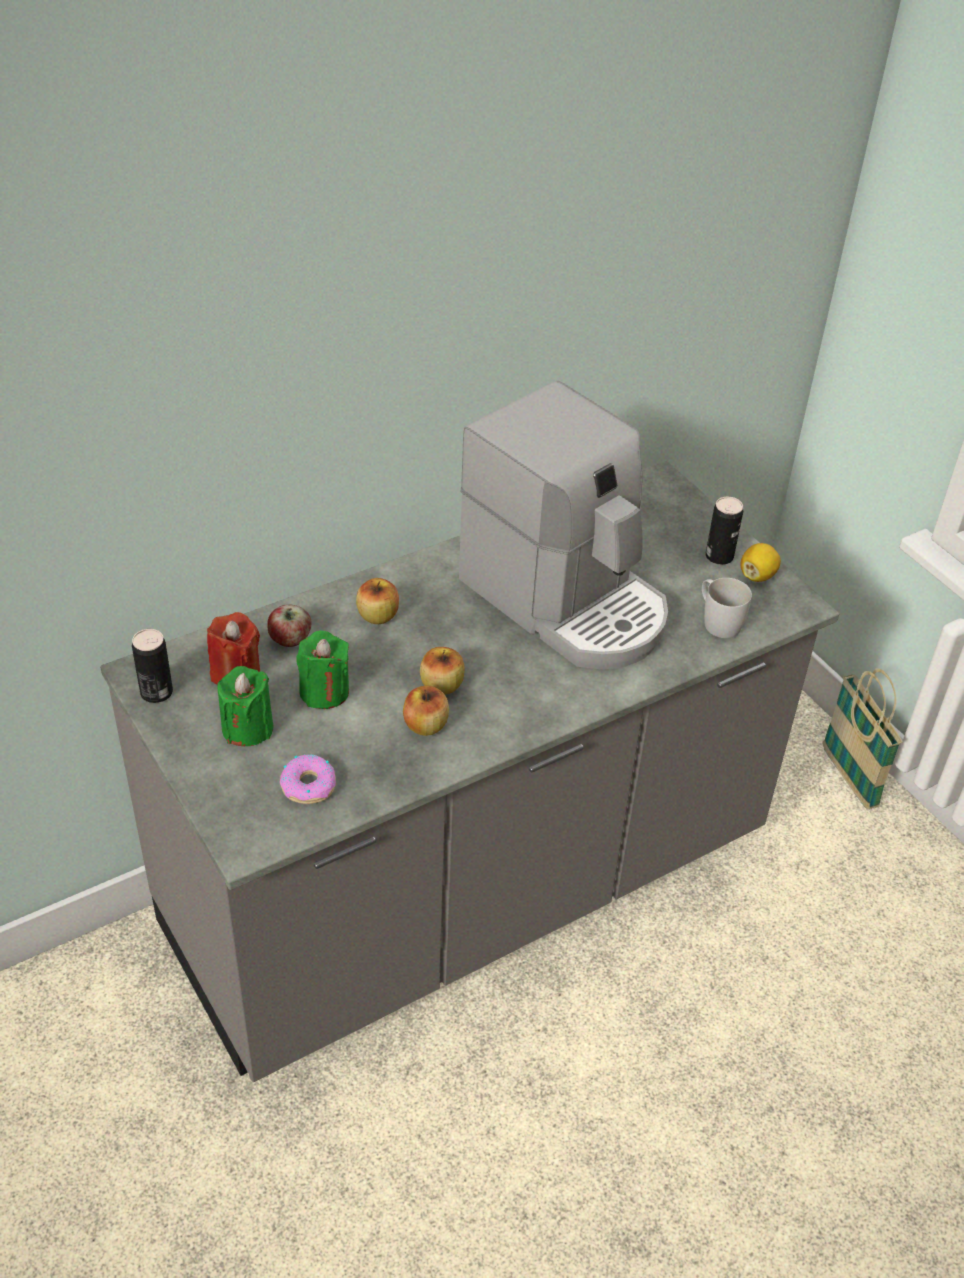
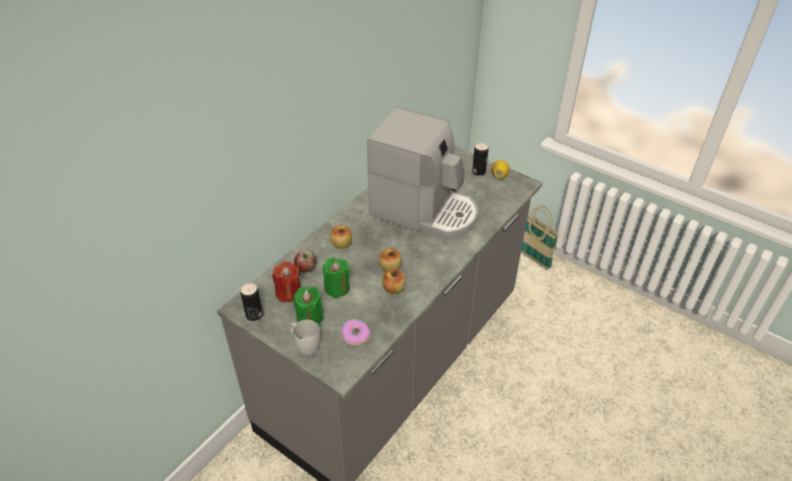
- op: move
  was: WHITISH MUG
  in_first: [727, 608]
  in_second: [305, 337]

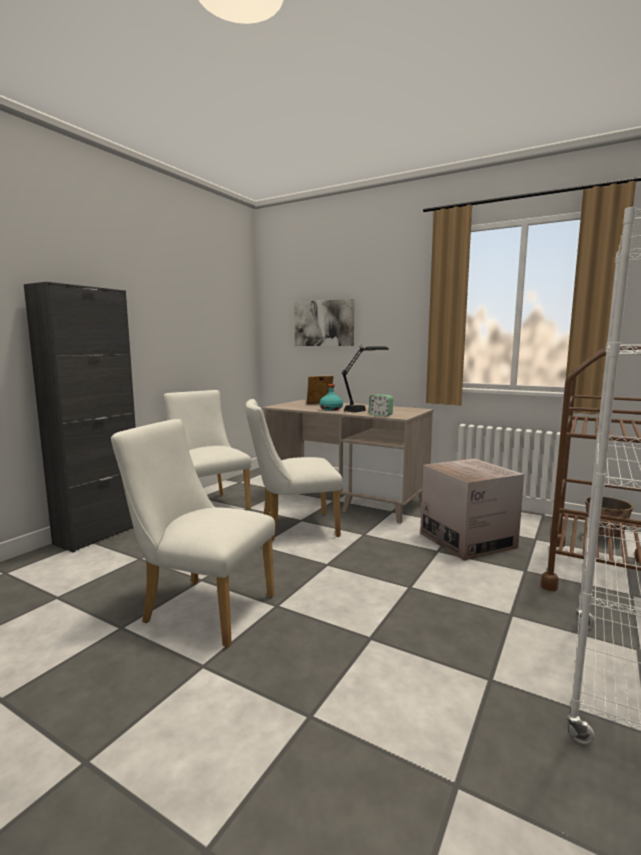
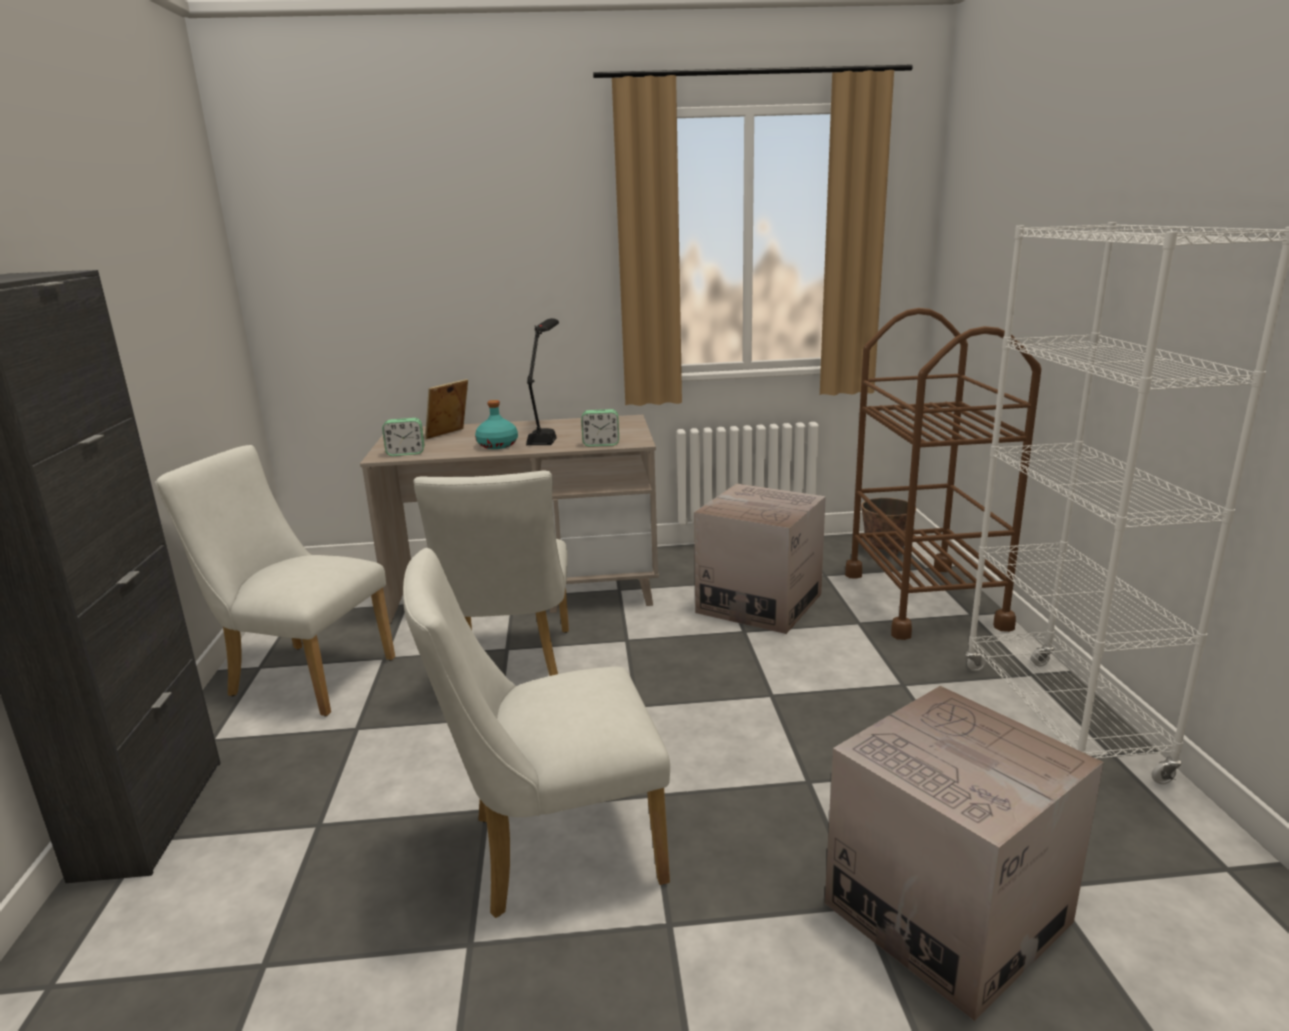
- op: insert
  now: BEDSIDE CLOCK
  in_second: [403, 437]
- op: rotate
  was: WHITISH UPRIGHT CHAIR
  in_first: [294, 470]
  in_second: [491, 573]
  clockwise: -45
- op: insert
  now: CARDBOARD BOX
  in_second: [964, 853]
- op: delete
  was: WALL ART
  in_first: [324, 322]

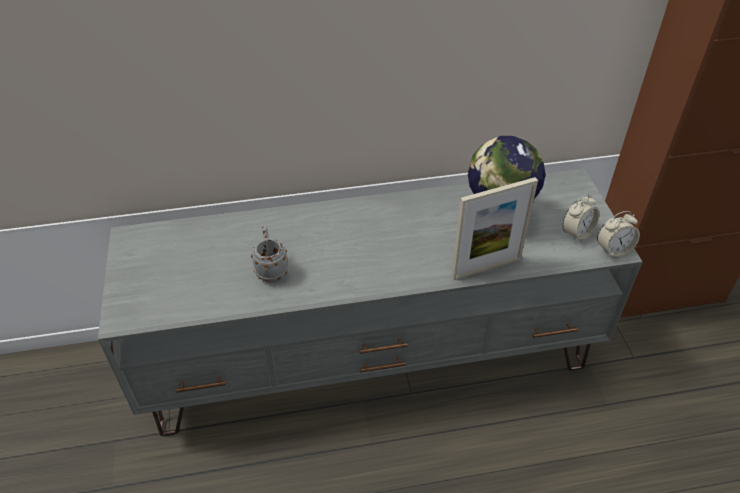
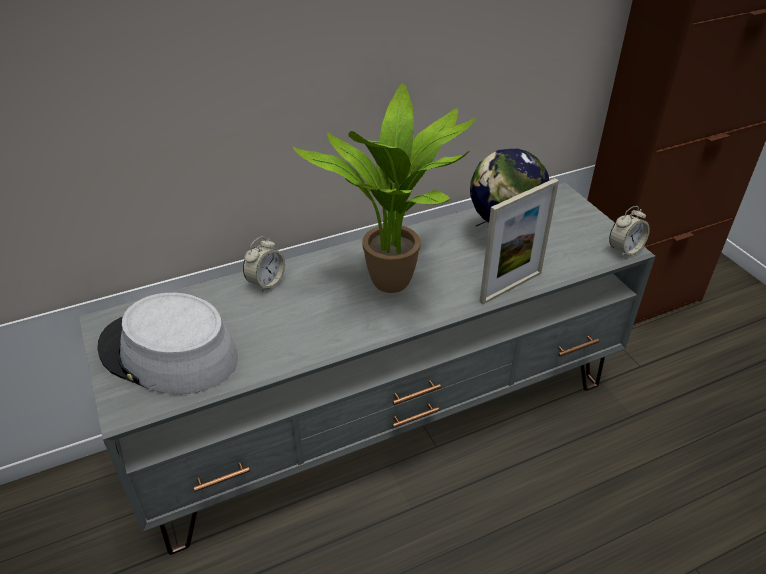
- op: insert
  now: GREYISH WEARABLE HAT
  in_second: [167, 343]
- op: move
  was: BEDSIDE CLOCK
  in_first: [581, 218]
  in_second: [264, 264]
- op: insert
  now: POTTED PLANT
  in_second: [384, 188]
- op: delete
  was: GREYISH MUG
  in_first: [269, 254]

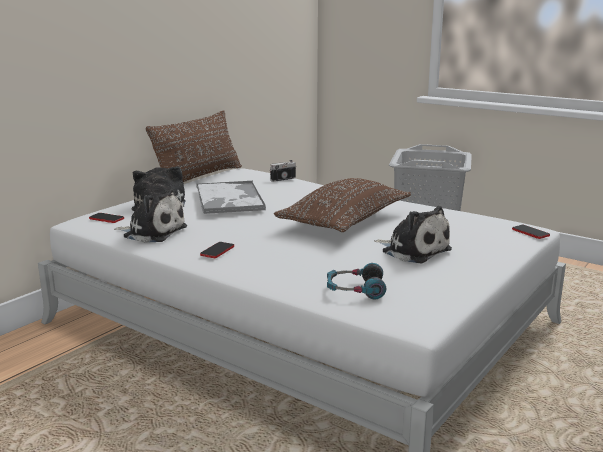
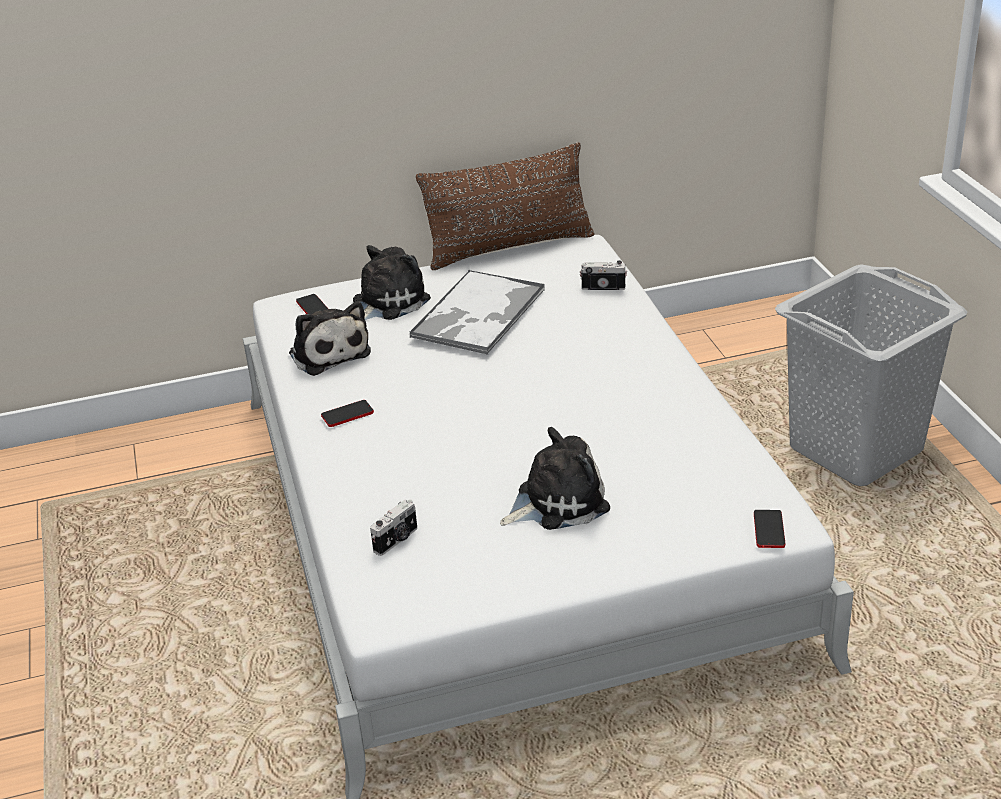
- op: replace
  was: PAIR OF HEADPHONES
  now: PHOTO CAMERA
  in_first: [356, 281]
  in_second: [393, 527]
- op: rotate
  was: PLUSH TOY
  in_first: [413, 235]
  in_second: [555, 478]
  clockwise: -105
- op: delete
  was: BROWN PILLOW
  in_first: [342, 205]

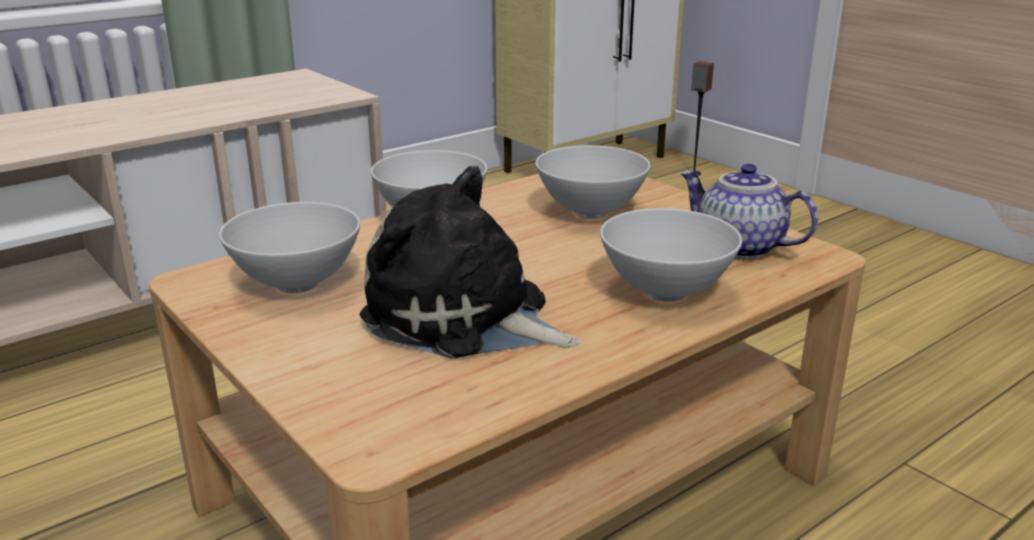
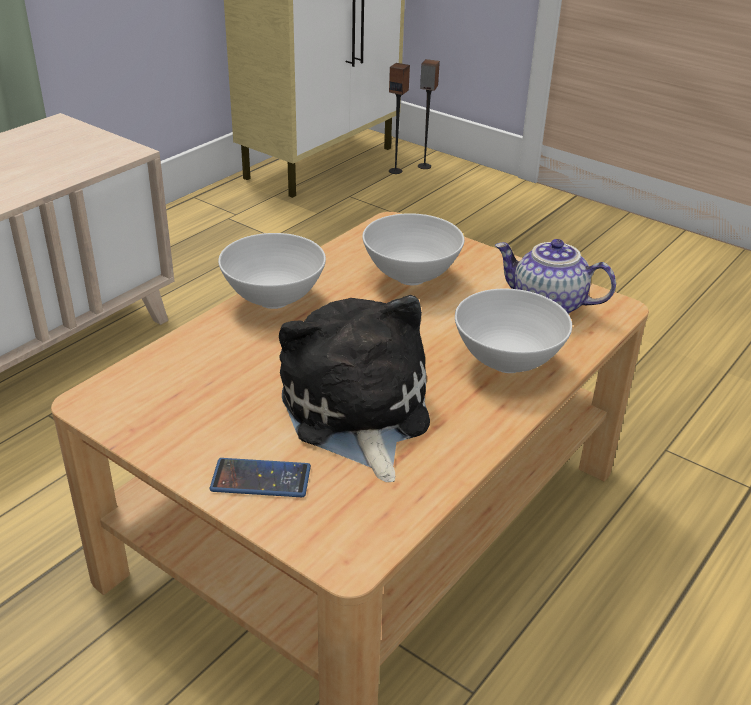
- op: insert
  now: HANDSET
  in_second: [260, 477]
- op: rotate
  was: PLUSH TOY
  in_first: [470, 261]
  in_second: [354, 388]
  clockwise: 60
- op: insert
  now: LOUDSPEAKER
  in_second: [399, 118]
- op: delete
  was: WHITISH SERVING BOWL
  in_first: [289, 247]

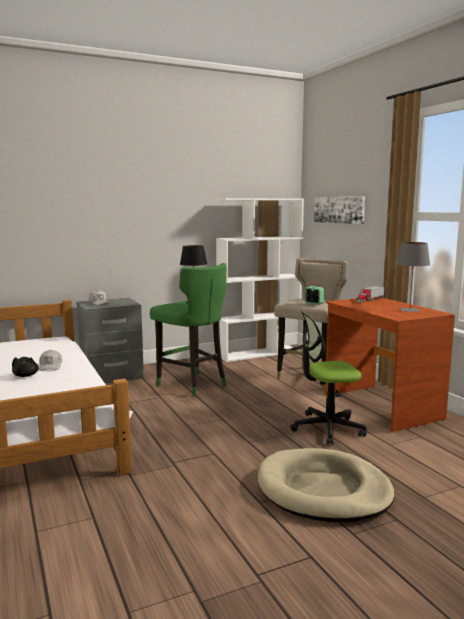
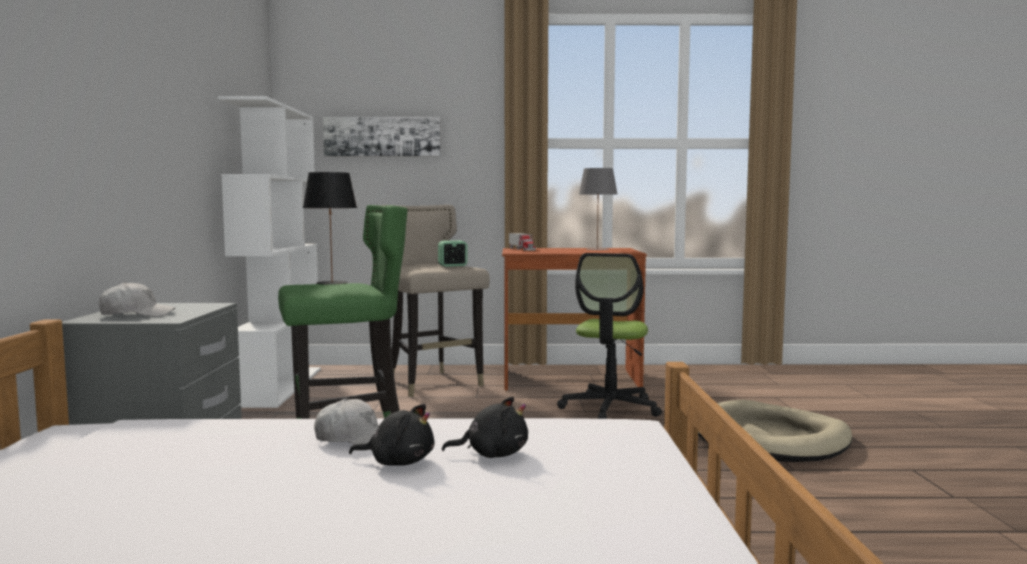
- op: insert
  now: BLACKISH PLUSH TOY
  in_second: [485, 427]

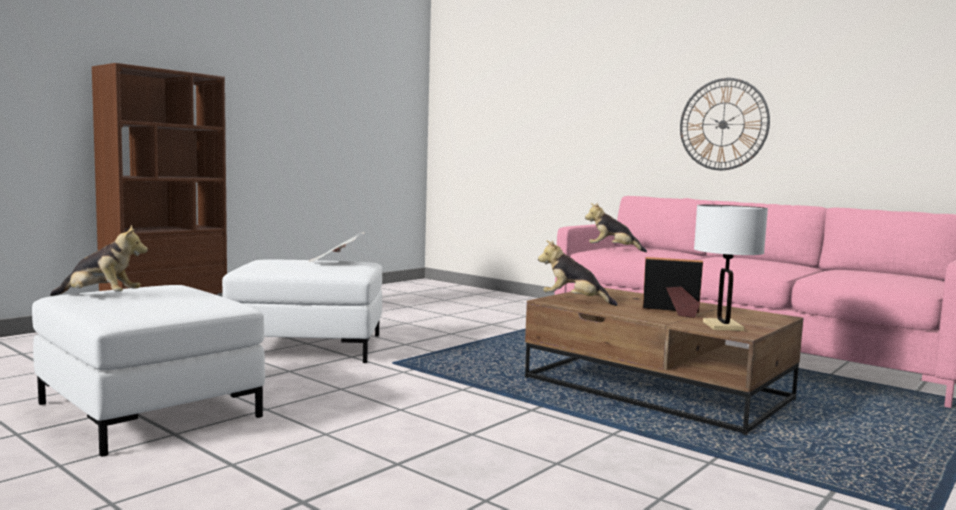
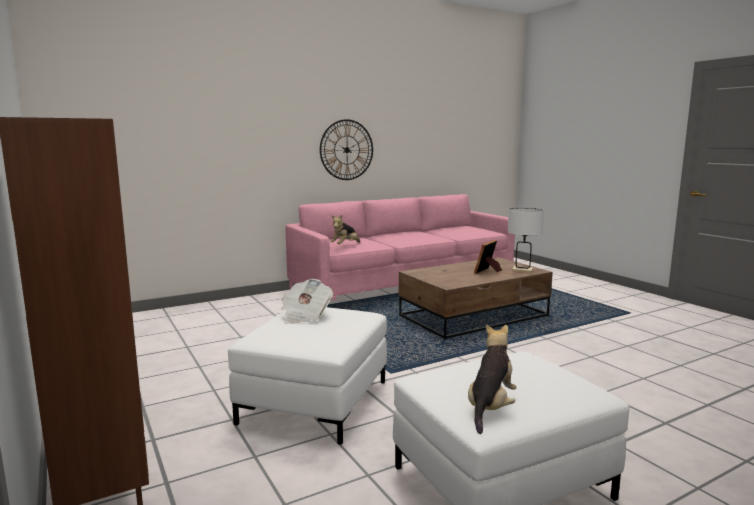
- op: delete
  was: PLUSH TOY
  in_first: [578, 273]

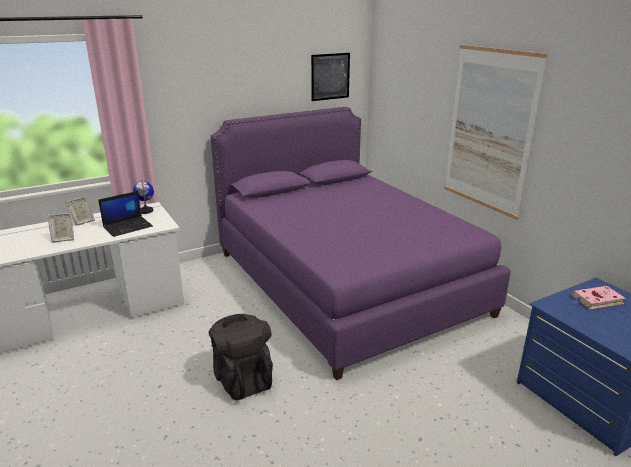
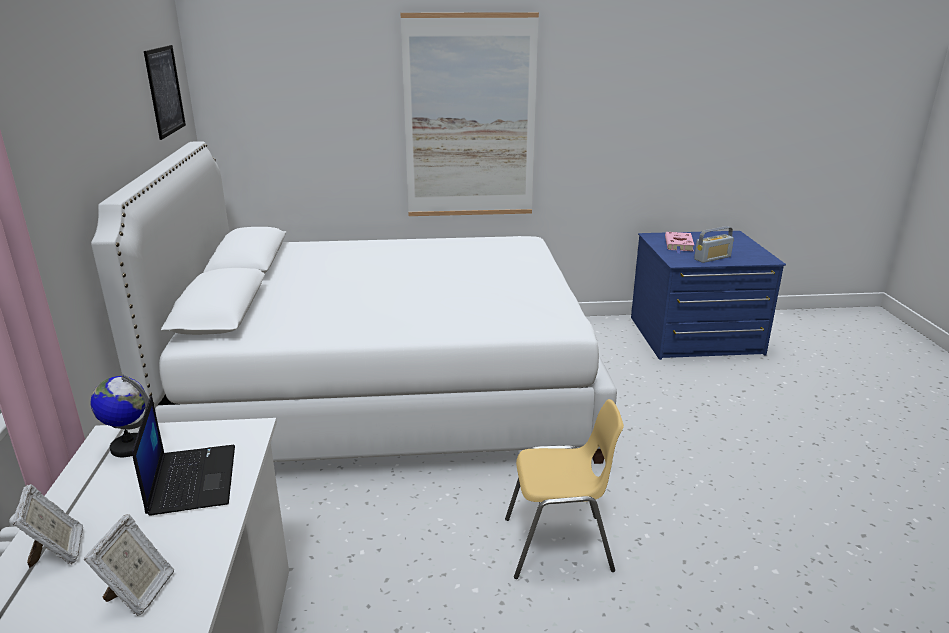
- op: recolor
  was: PURPLISH BEDROOM BED
  now: WHITISH BEDROOM BED
  in_first: [361, 243]
  in_second: [354, 302]
- op: replace
  was: BLACKISH KNAPSACK
  now: YELLOW UPRIGHT CHAIR
  in_first: [240, 357]
  in_second: [564, 489]
- op: insert
  now: RADIO RECEIVER
  in_second: [714, 244]

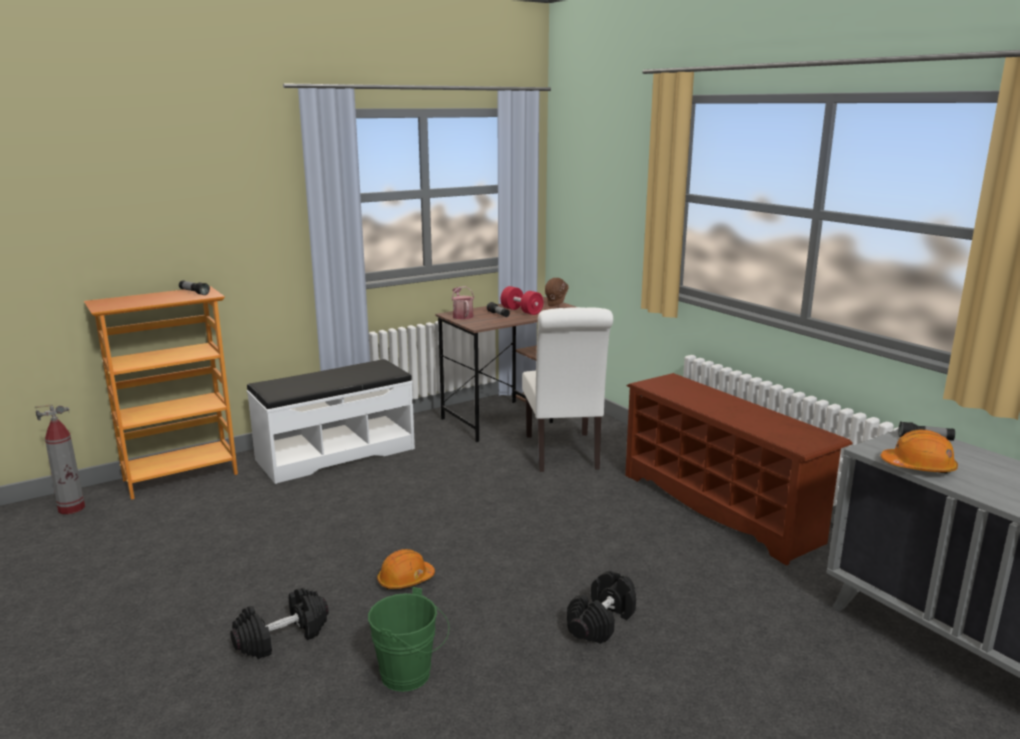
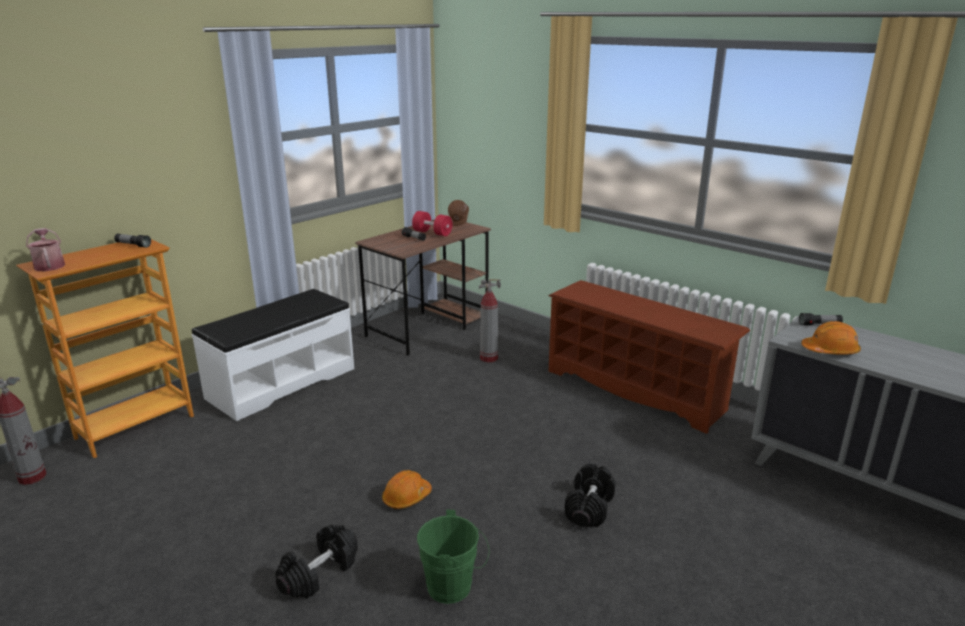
- op: move
  was: SPRINKLING CAN
  in_first: [462, 303]
  in_second: [45, 249]
- op: replace
  was: WHITISH UPRIGHT CHAIR
  now: FIRE EXTINGUISHER
  in_first: [567, 389]
  in_second: [490, 320]

